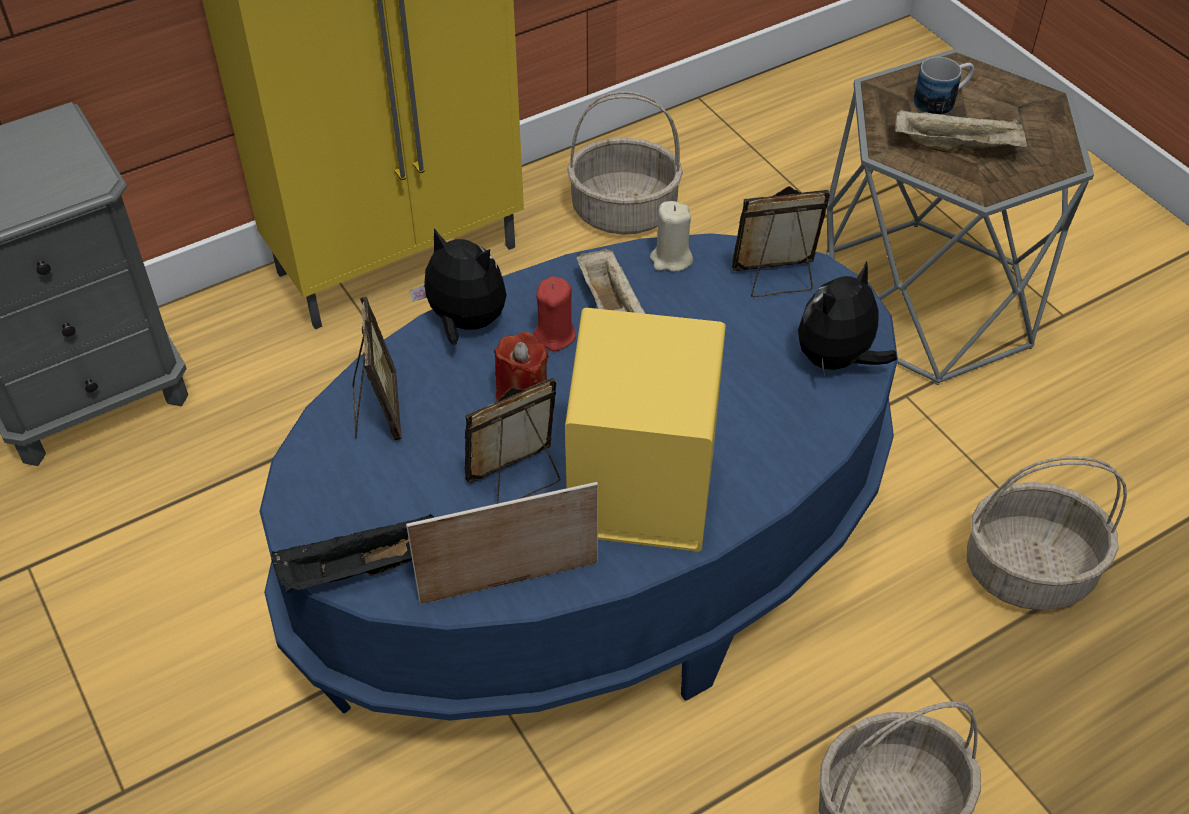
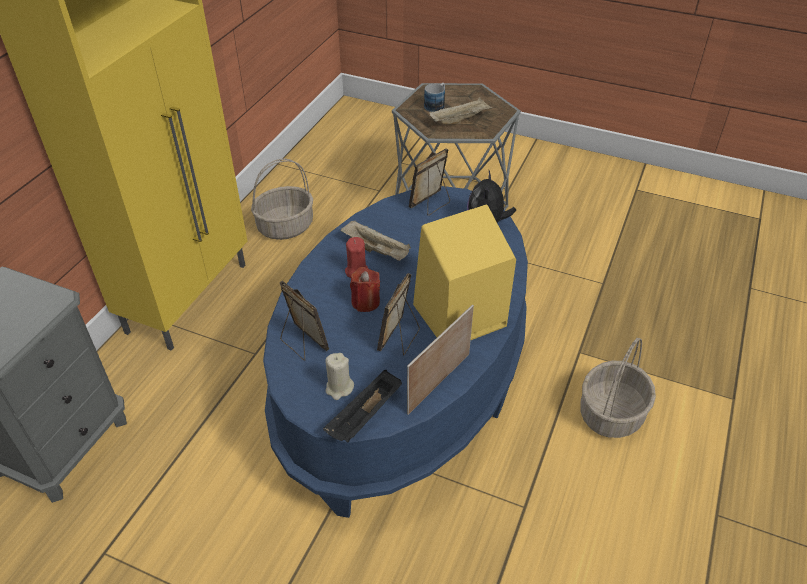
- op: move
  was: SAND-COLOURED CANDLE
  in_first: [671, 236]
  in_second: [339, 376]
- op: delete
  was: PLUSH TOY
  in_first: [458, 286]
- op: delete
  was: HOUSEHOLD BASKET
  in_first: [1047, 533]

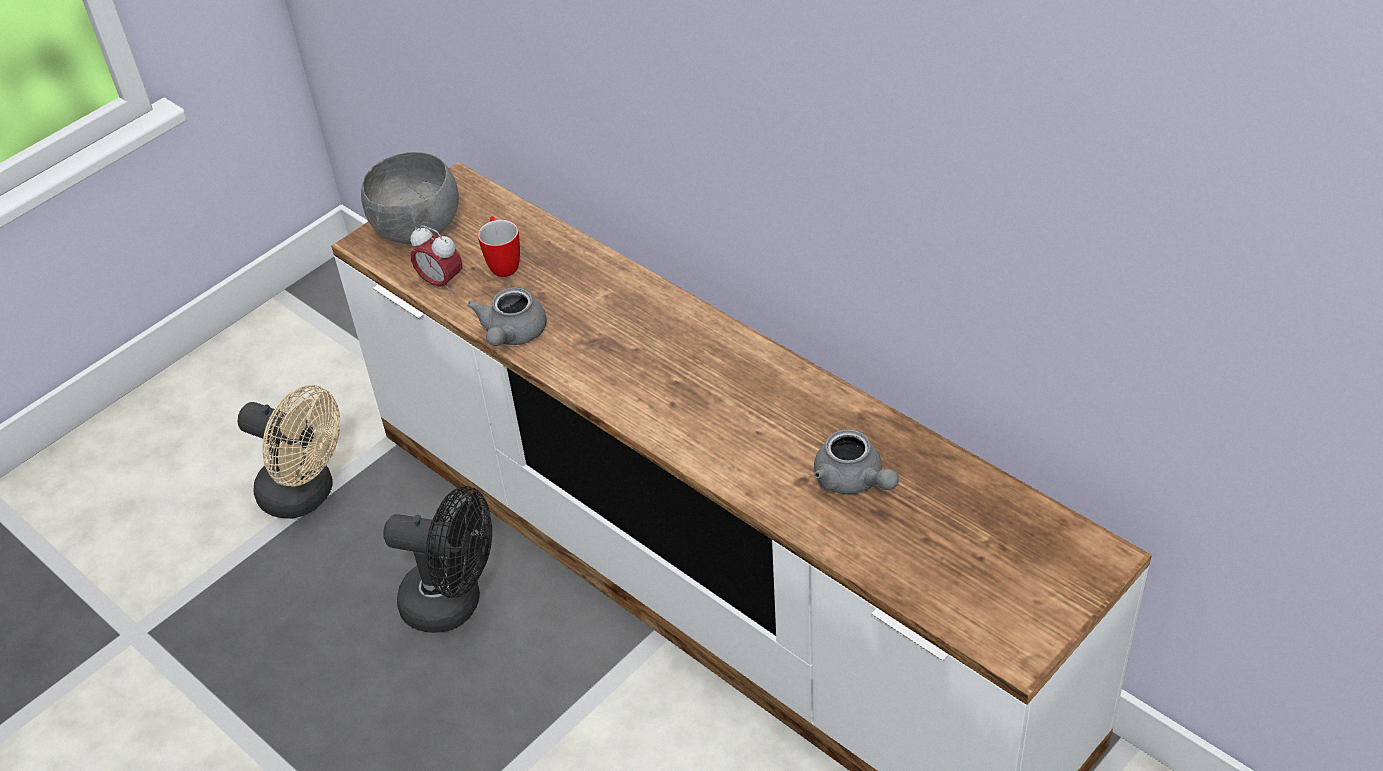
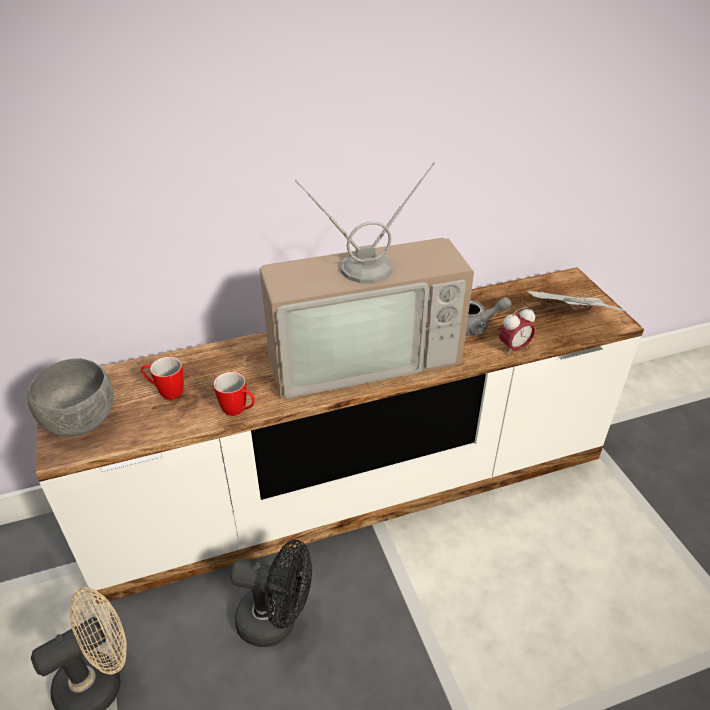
- op: replace
  was: GREYISH TEA POT
  now: MUG
  in_first: [507, 316]
  in_second: [234, 394]
- op: rotate
  was: BLACKISH ELECTRIC FAN
  in_first: [437, 559]
  in_second: [271, 593]
  clockwise: 60
- op: insert
  now: TELEVISION
  in_second: [367, 281]
- op: move
  was: BEDSIDE CLOCK
  in_first: [436, 259]
  in_second: [517, 331]
- op: insert
  now: PRINTED PAPER
  in_second: [577, 301]

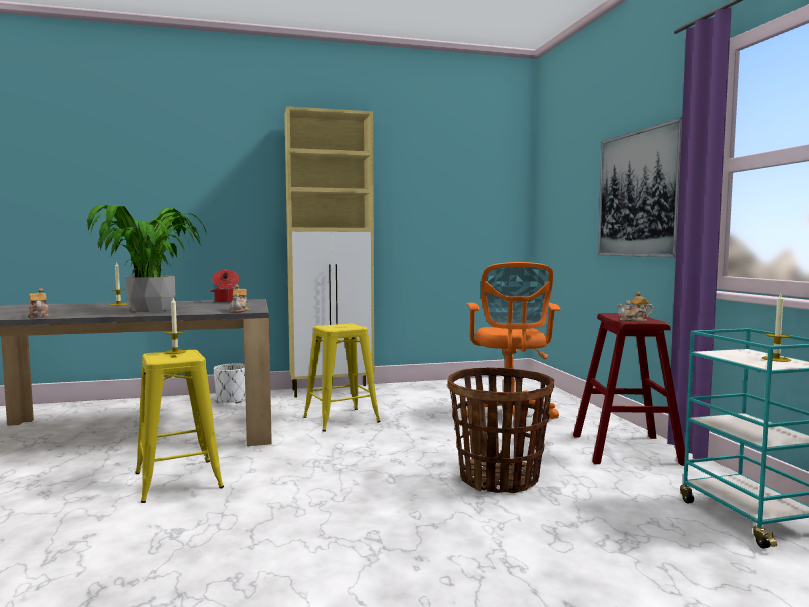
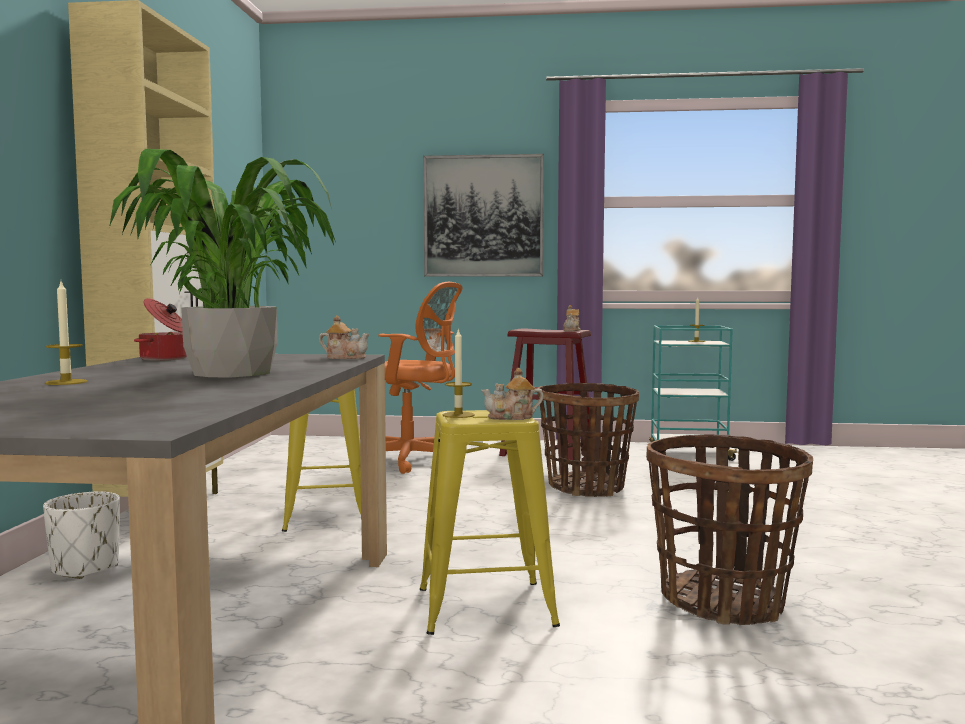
- op: move
  was: TEA POT
  in_first: [38, 303]
  in_second: [512, 394]
- op: insert
  now: HOUSEHOLD BASKET
  in_second: [729, 530]

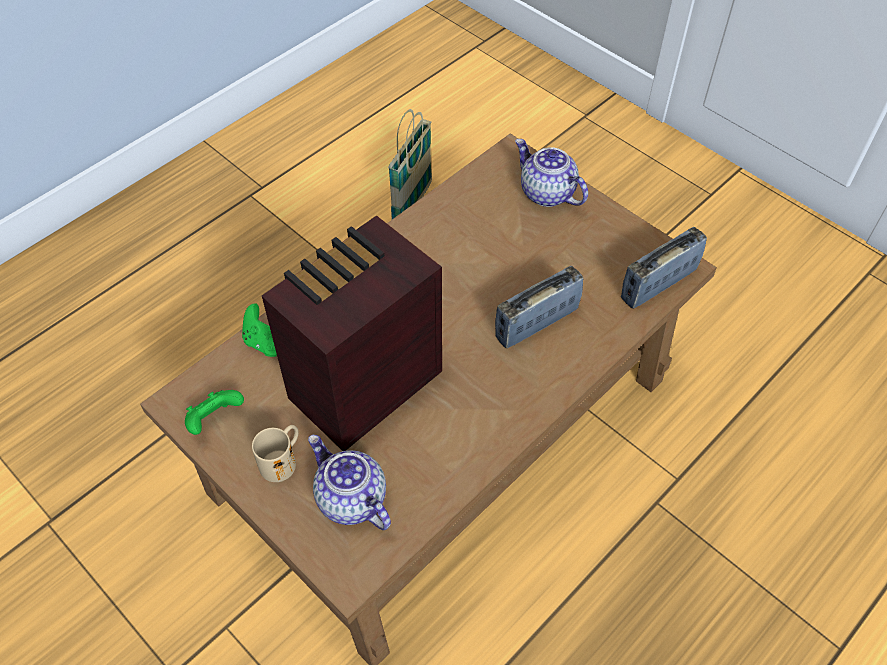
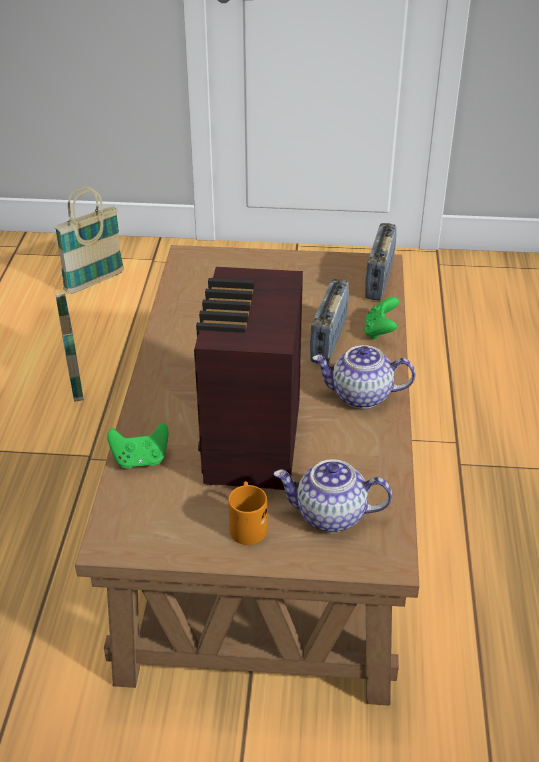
- op: insert
  now: HOUSEHOLD BASKET
  in_second: [89, 240]
- op: recolor
  was: SAND-COLOURED MUG
  now: ORANGE MUG
  in_first: [275, 453]
  in_second: [247, 513]
- op: move
  was: TEA POT
  in_first: [551, 173]
  in_second: [364, 377]
- op: move
  was: GREEN-COLOURED JOYPAD
  in_first: [214, 412]
  in_second: [381, 318]

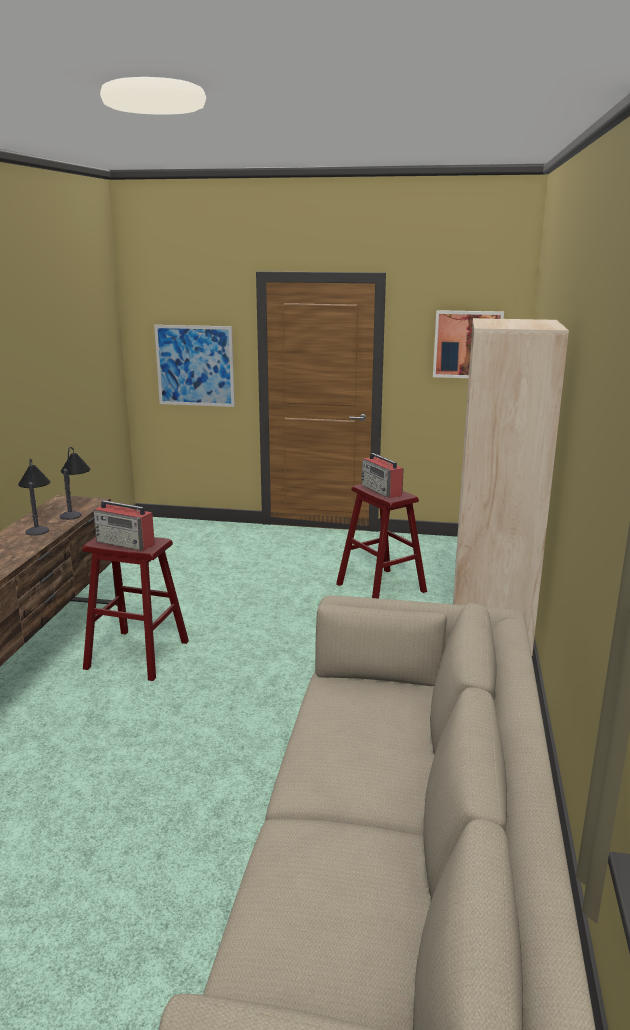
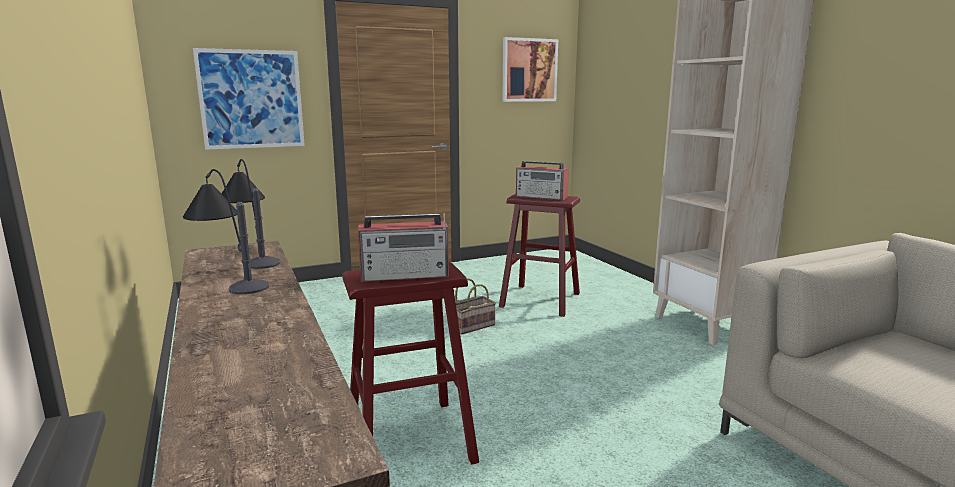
- op: insert
  now: HOUSEHOLD BASKET
  in_second: [475, 306]

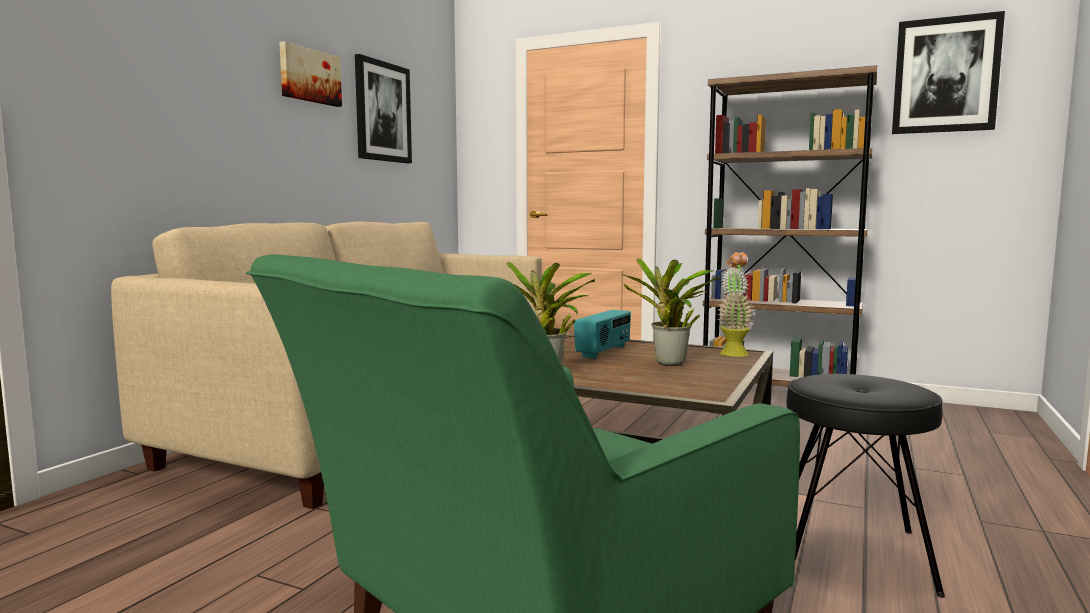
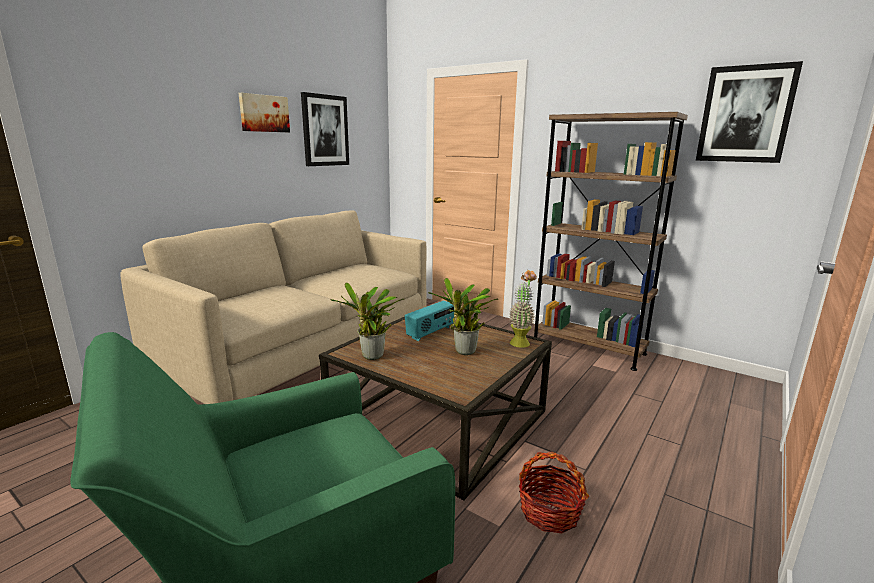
- op: replace
  was: BLACKISH STOOL SEAT
  now: HOUSEHOLD BASKET
  in_first: [865, 486]
  in_second: [554, 492]

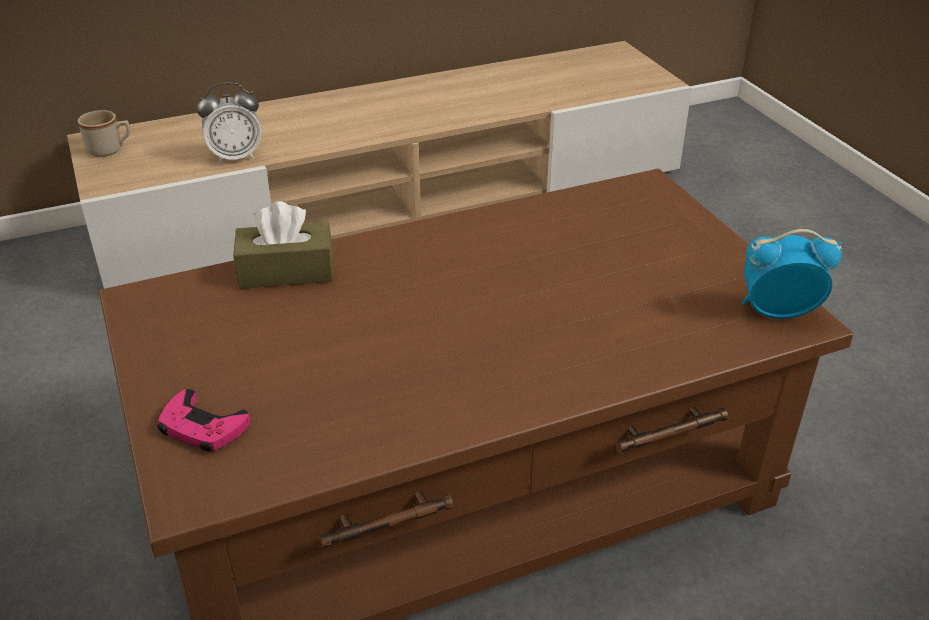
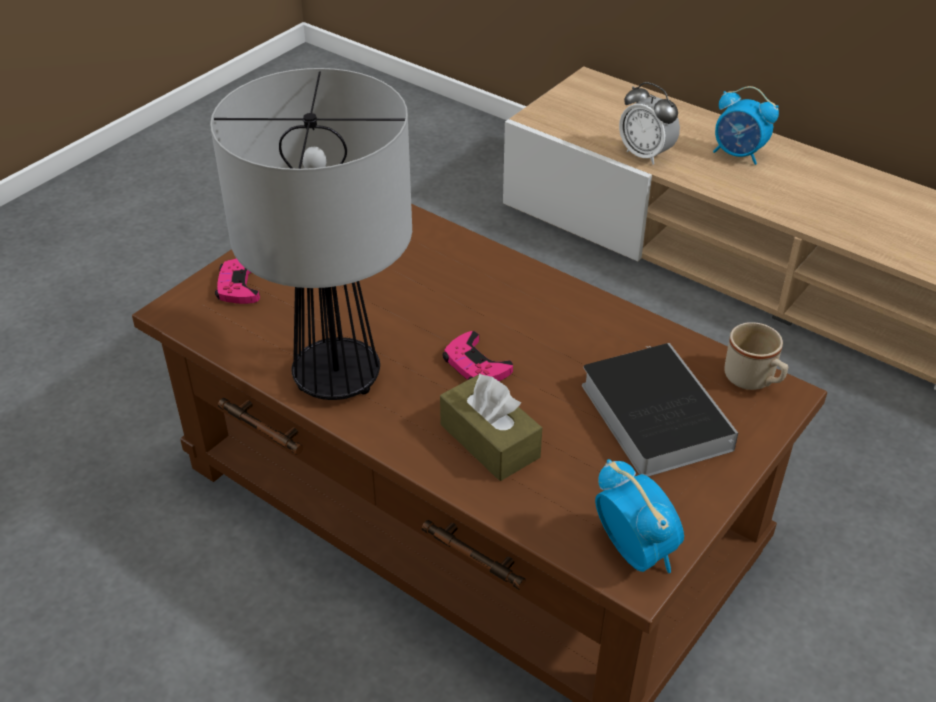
- op: insert
  now: TABLETOP LAMP
  in_second: [311, 234]
- op: move
  was: BROWN BOX OF TISSUES
  in_first: [283, 245]
  in_second: [491, 427]
- op: insert
  now: PINK JOYPAD
  in_second: [477, 356]
- op: insert
  now: BOOK
  in_second: [660, 410]
- op: insert
  now: BEDSIDE CLOCK
  in_second: [746, 125]
- op: move
  was: SAND-COLOURED MUG
  in_first: [104, 133]
  in_second: [756, 356]

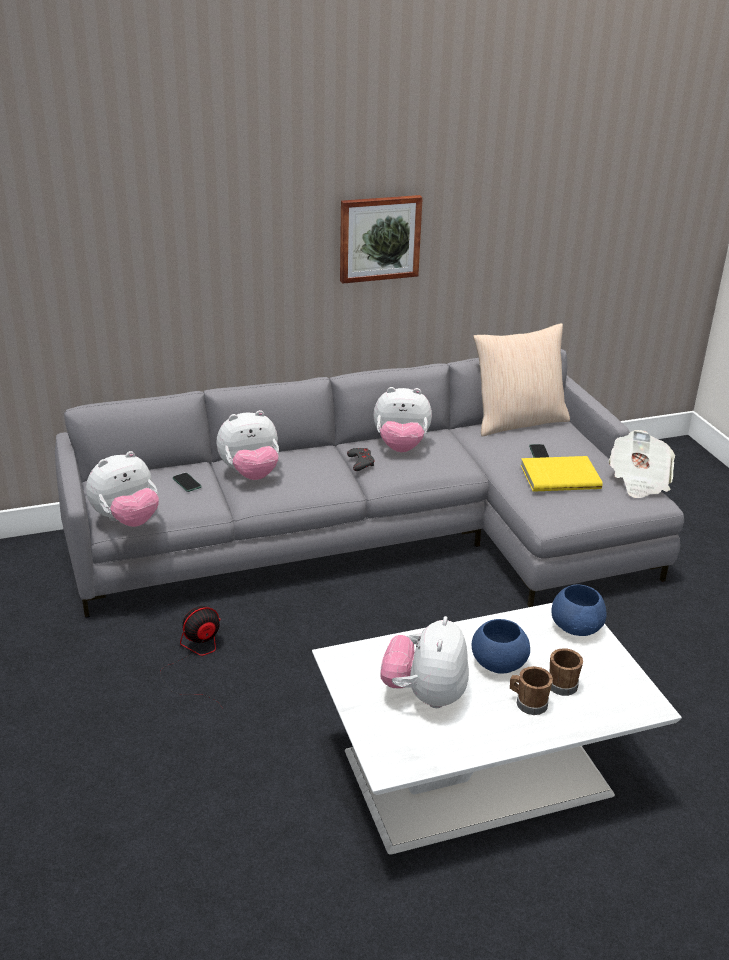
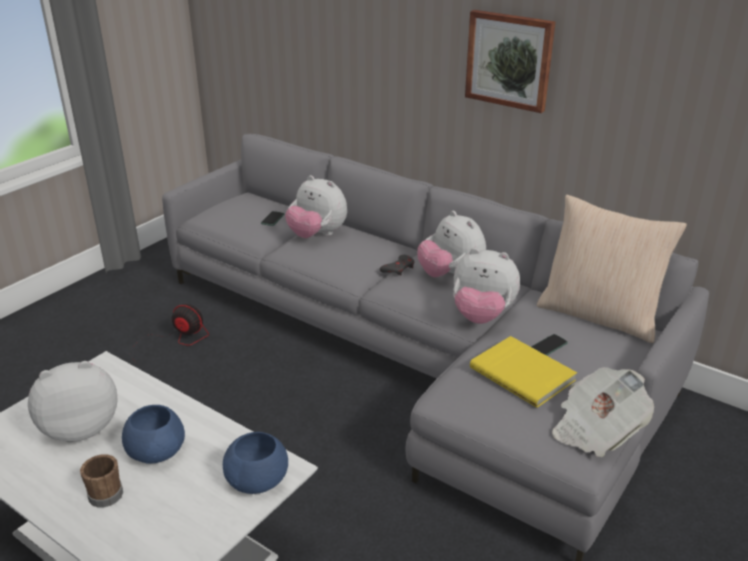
- op: move
  was: PLUSH TOY
  in_first: [122, 489]
  in_second: [486, 286]
- op: delete
  was: BROWN MUG
  in_first: [566, 672]

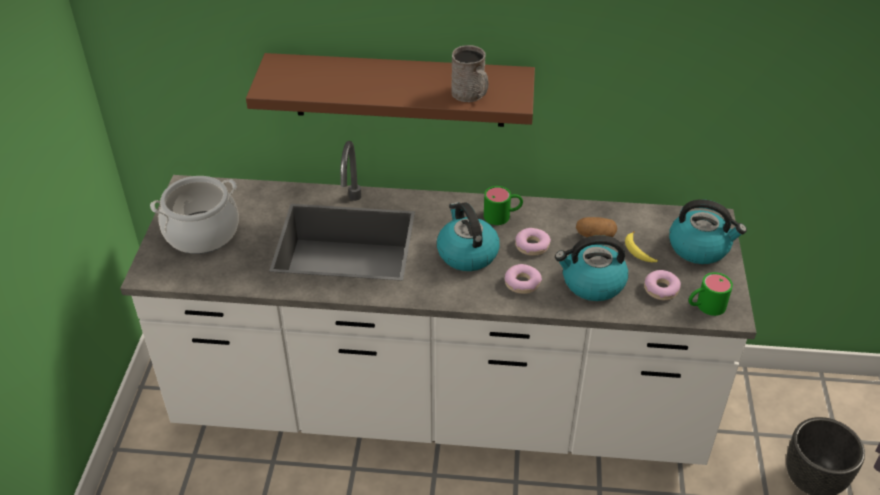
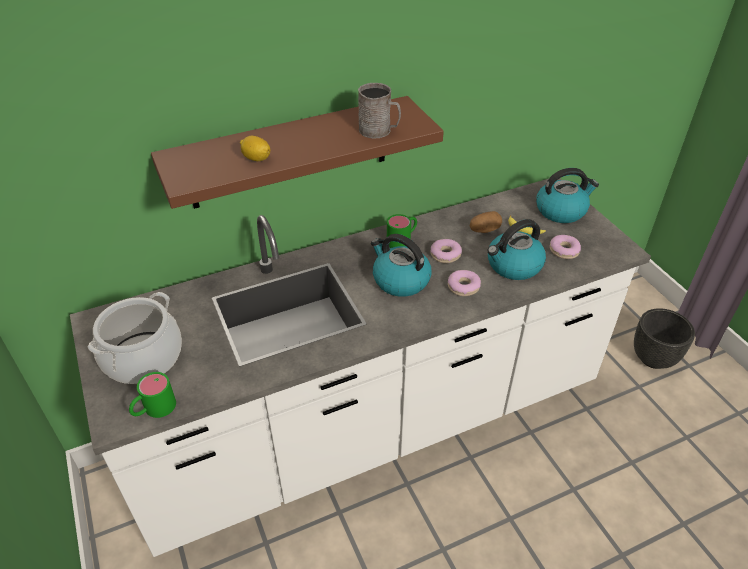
- op: move
  was: GREEN-COLOURED MUG
  in_first: [711, 294]
  in_second: [152, 395]
- op: insert
  now: WHOLE LEMON
  in_second: [255, 148]

